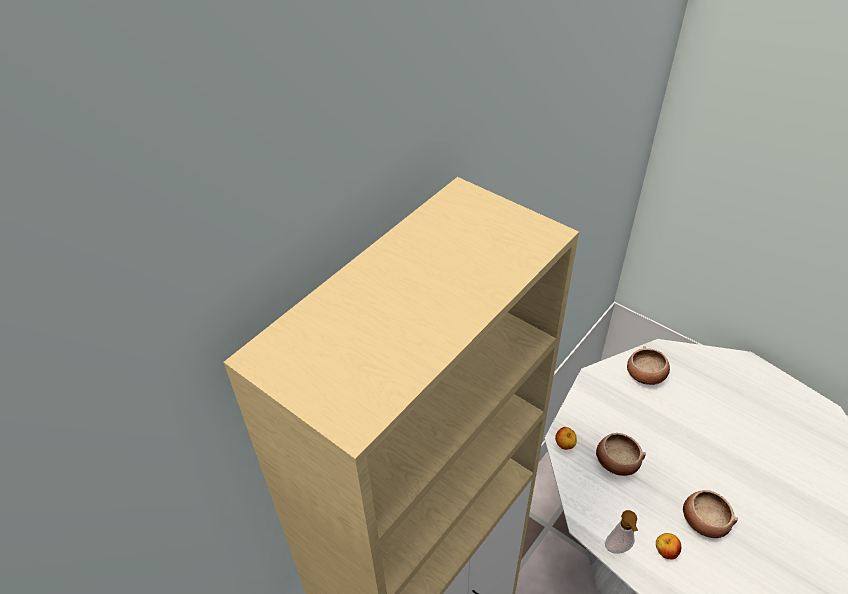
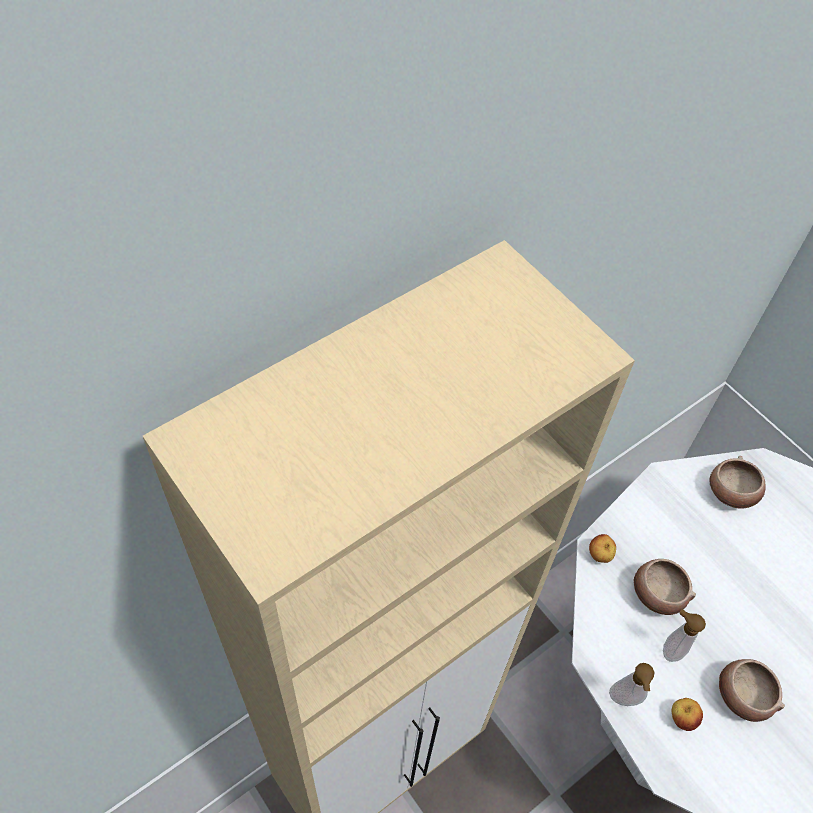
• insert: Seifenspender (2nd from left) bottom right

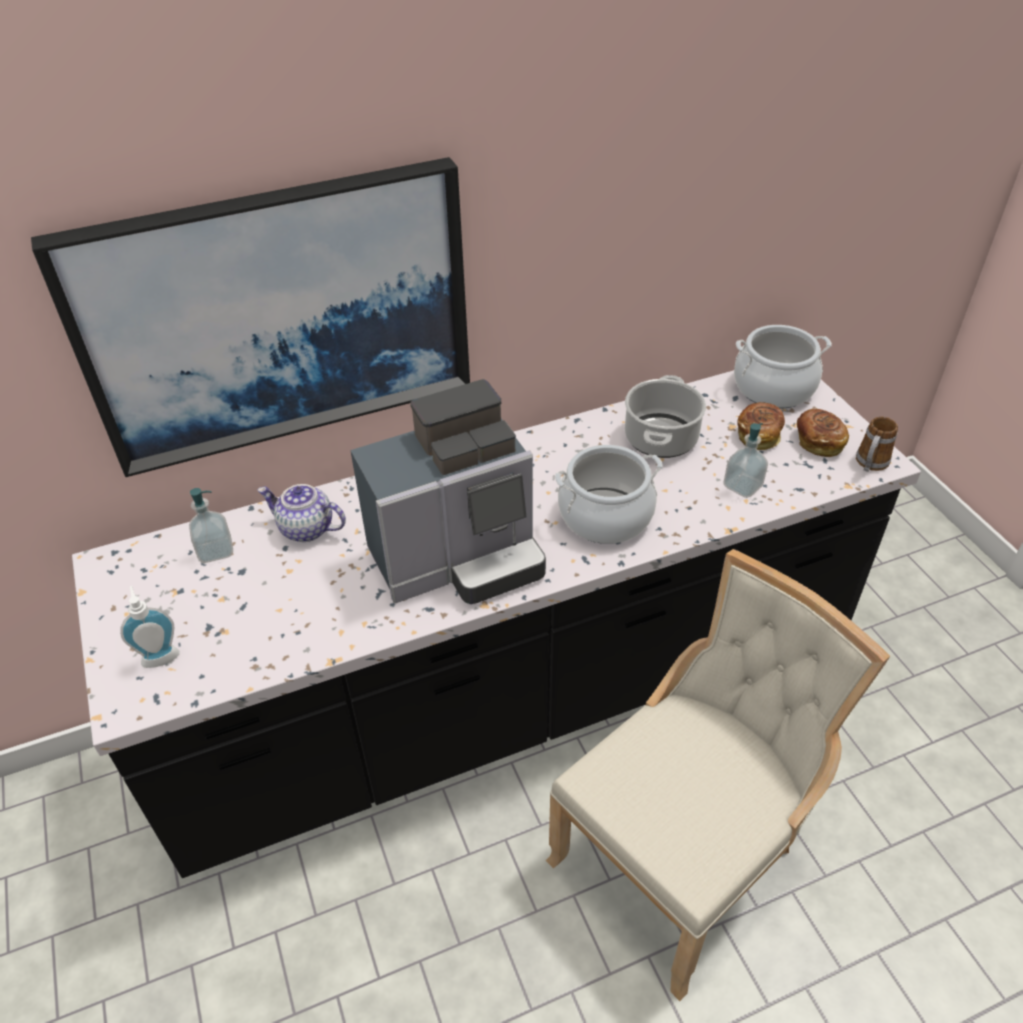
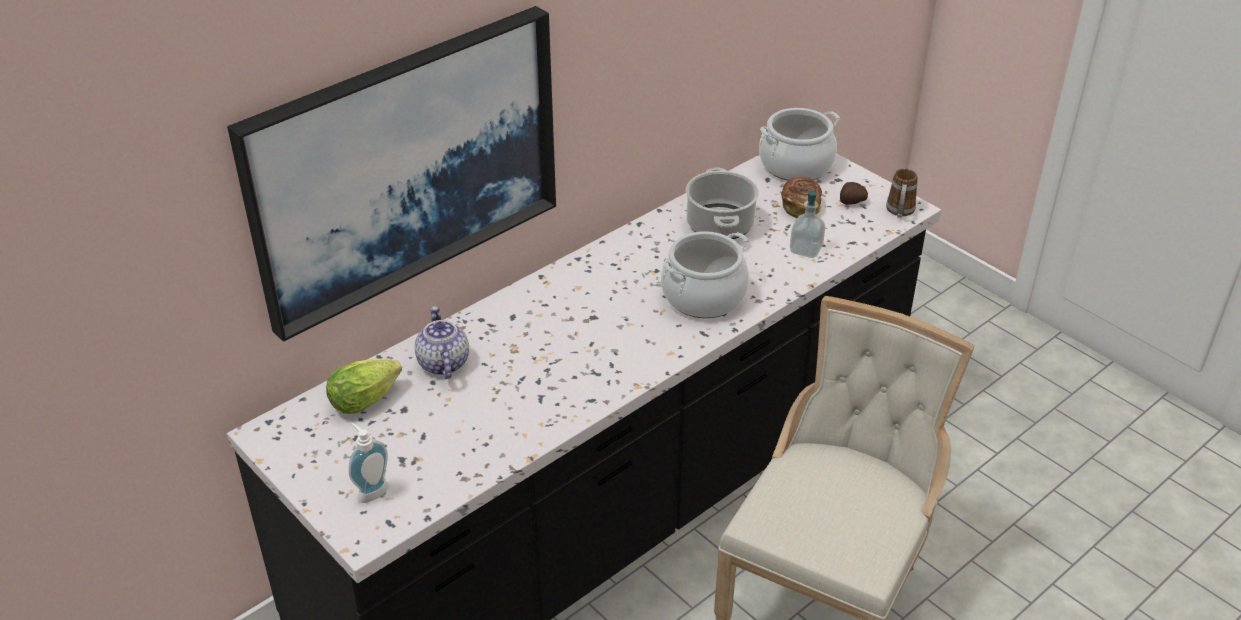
• delete: Kaffeemaschine centre
• replace: Seifenspender (2nd from left) middle left to Salatkopf middle left
• replace: Brot (2nd from left) middle right to Kartoffel top right
• rotate: Teekanne middle left = centre 75 degrees clockwise

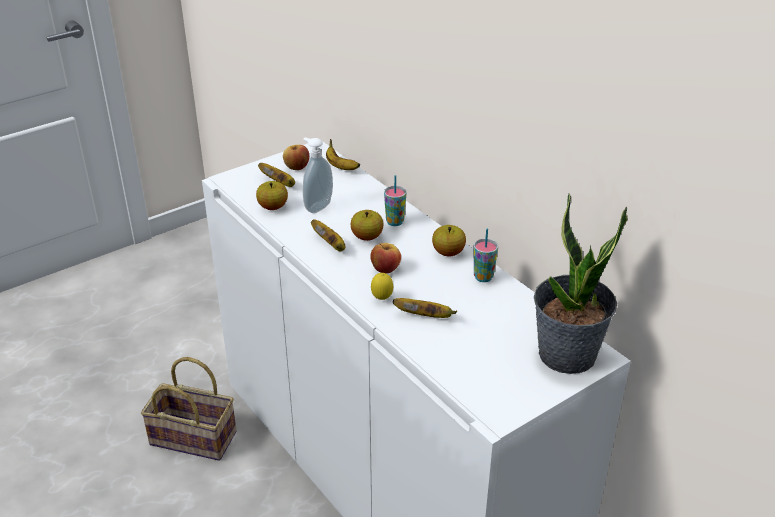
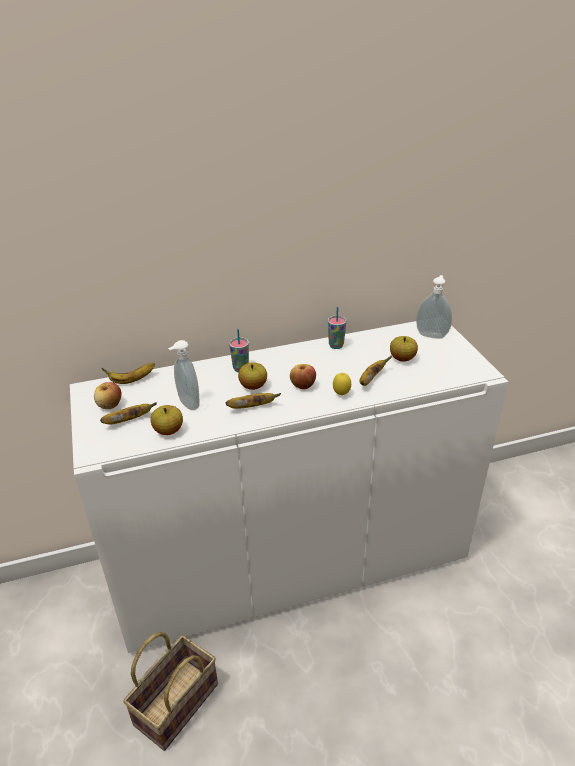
• move: Apfel (5th from left) centre to middle right
• replace: Topfpflanze middle right to Seifenspender (2nd from left) middle right

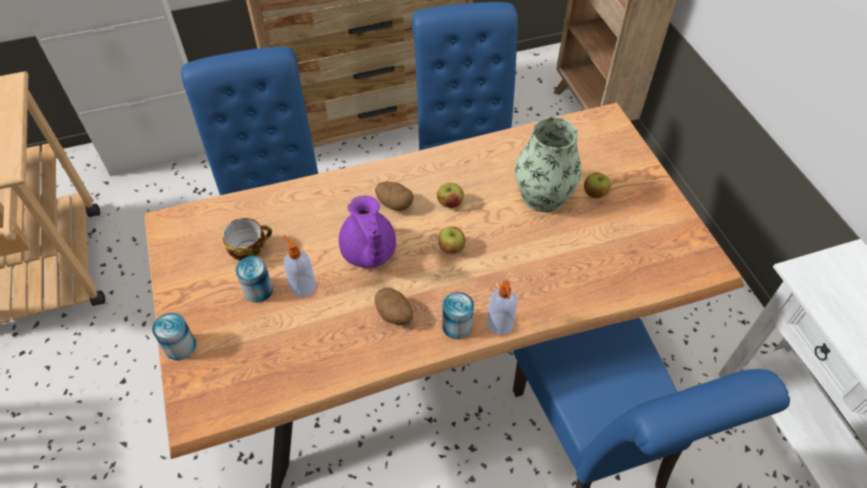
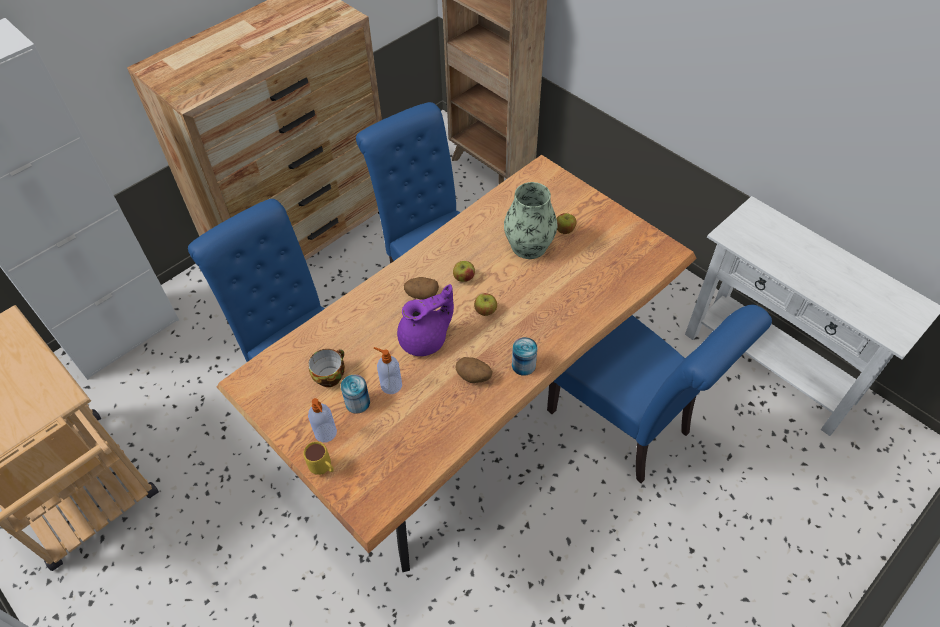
• move: Seifenspender (2nd from left in the first image) centre to Seifenspender (1st from left) bottom centre
• replace: Dose (1st from left) bottom left to Henkelbecher (gelb) bottom centre
• rotate: Teekanne (lila) centre = centre 75 degrees counterclockwise

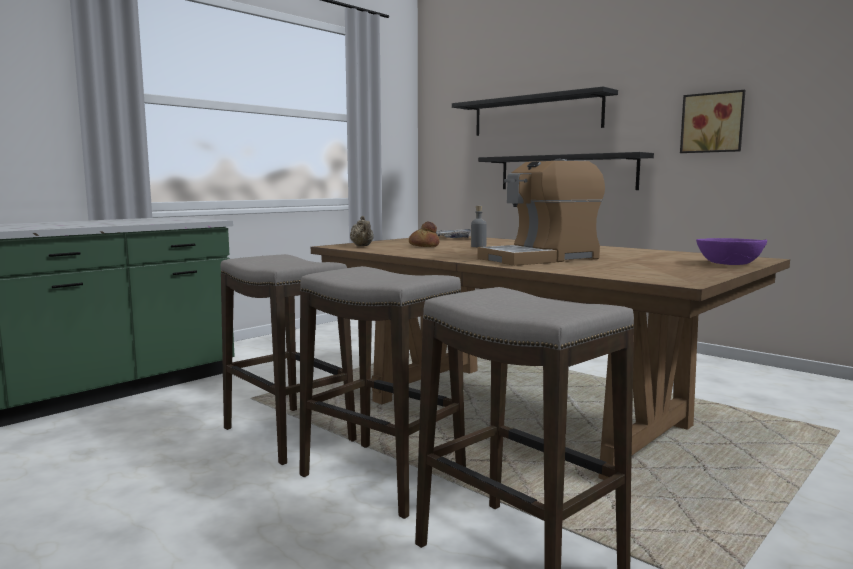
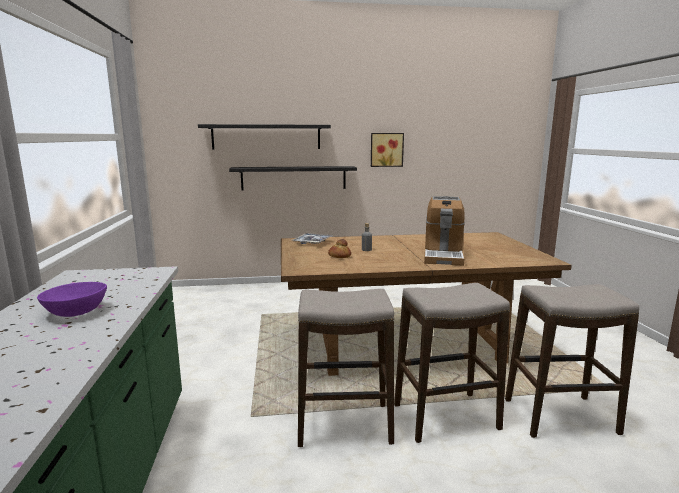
• delete: Teekanne (beige) centre
• move: Schüssel (lila) middle right to middle left

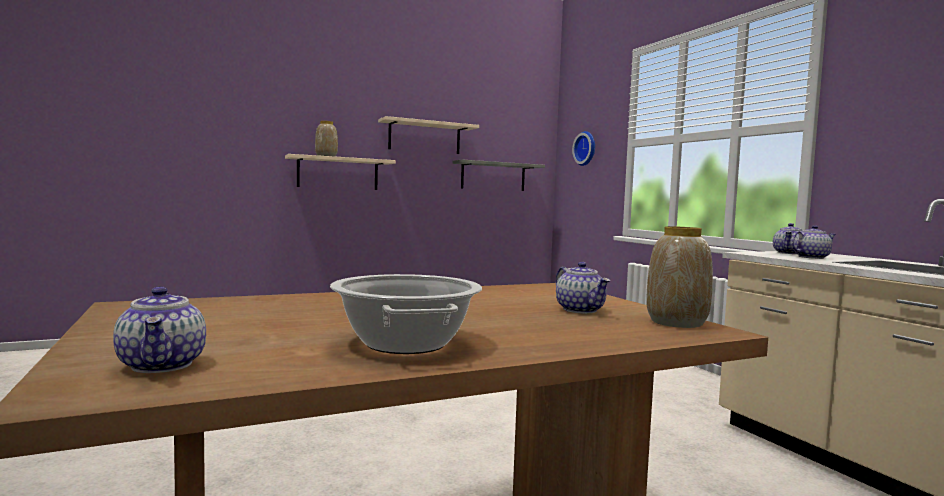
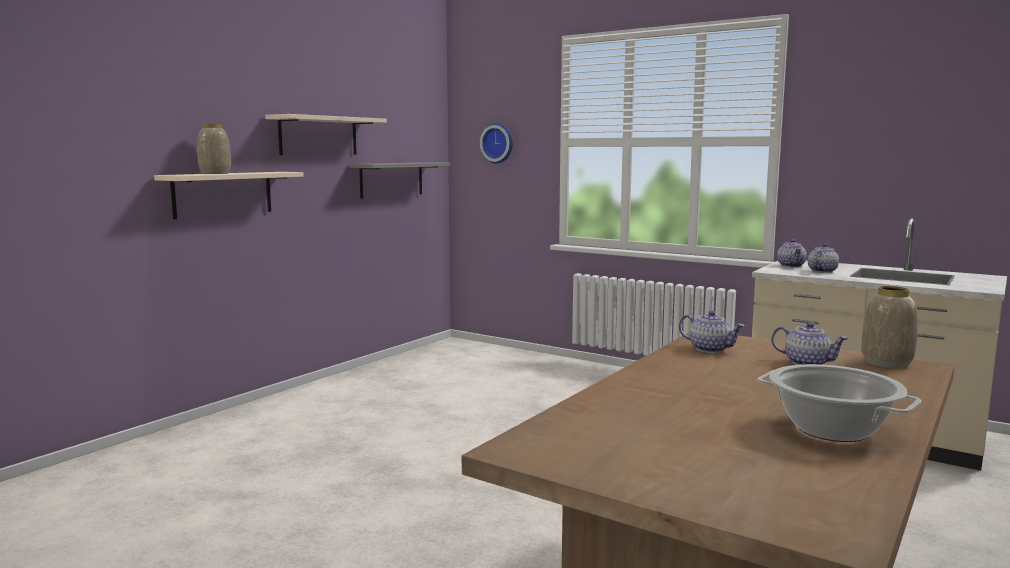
• move: Teekanne (1st from left) middle left to middle right

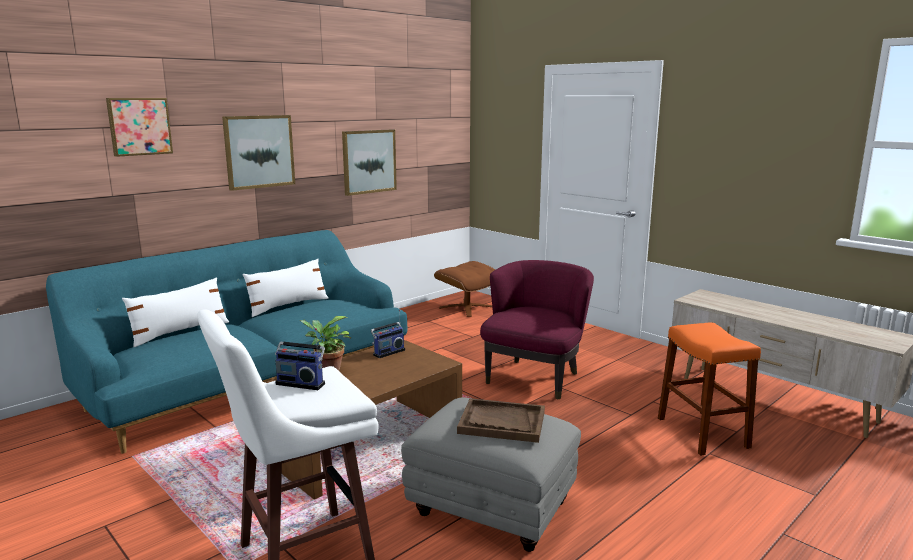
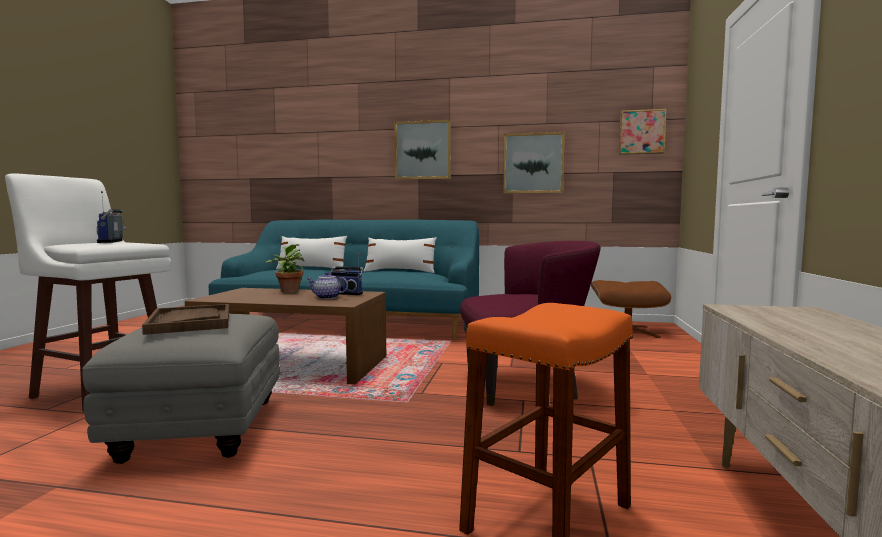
• insert: Teekanne centre
• move: Bild (1st from left in the first image) top left to Bild (3rd from left) top right

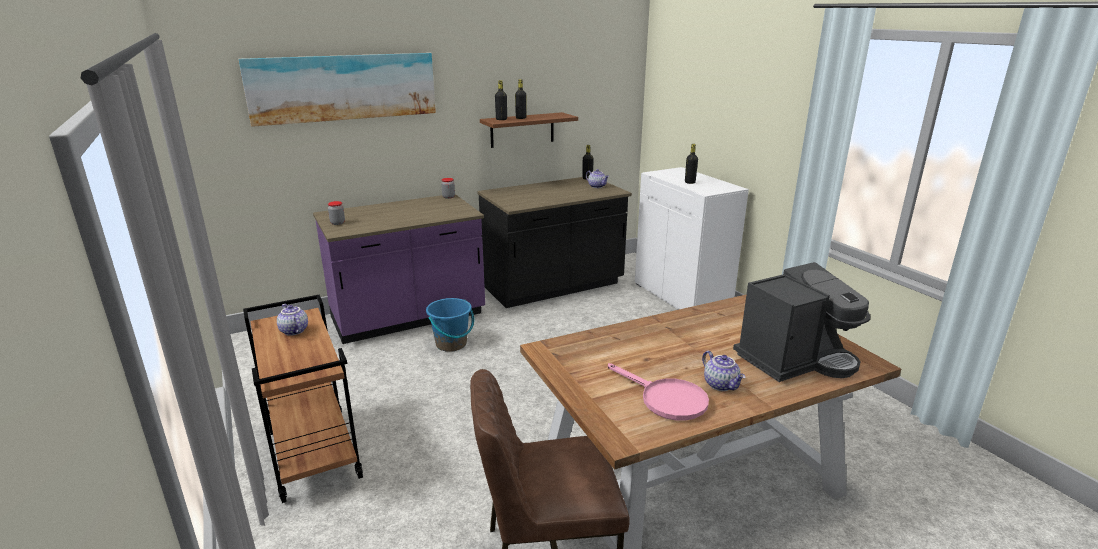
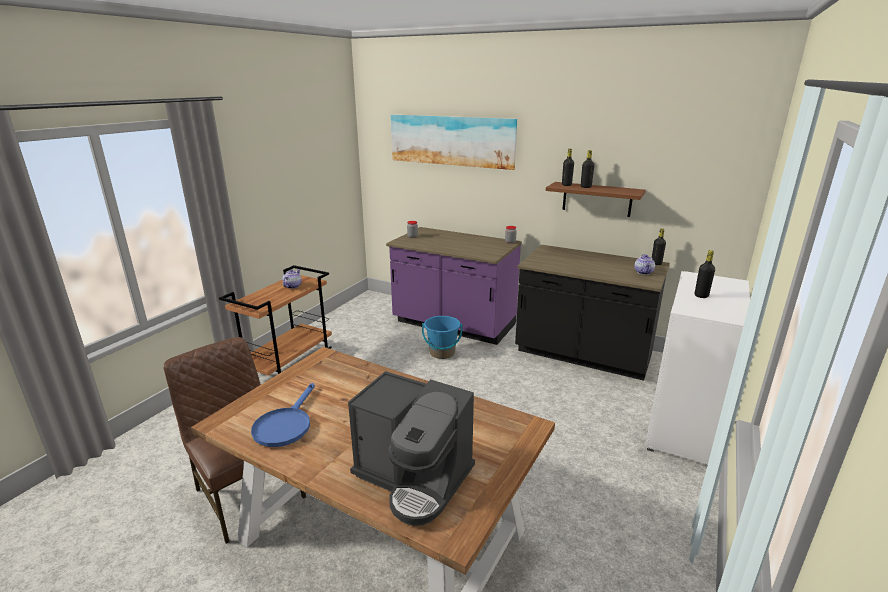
• delete: Teekanne (3rd from left) bottom centre
• recolor: Pfanne (rosa) bottom centre to Pfanne (blau) bottom left

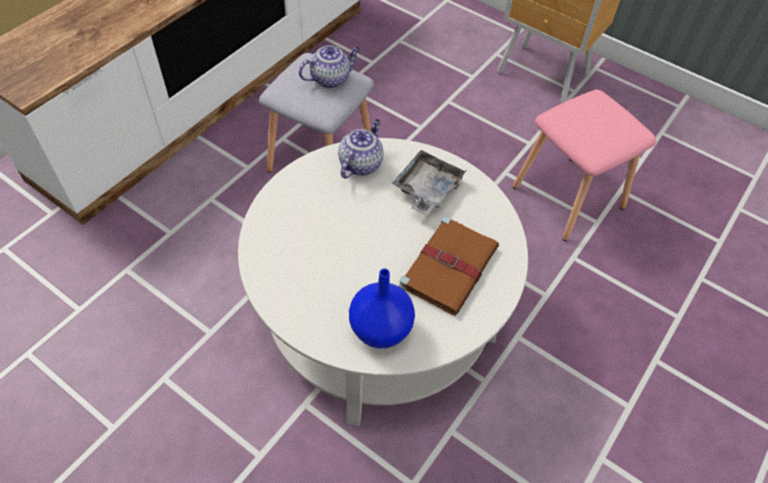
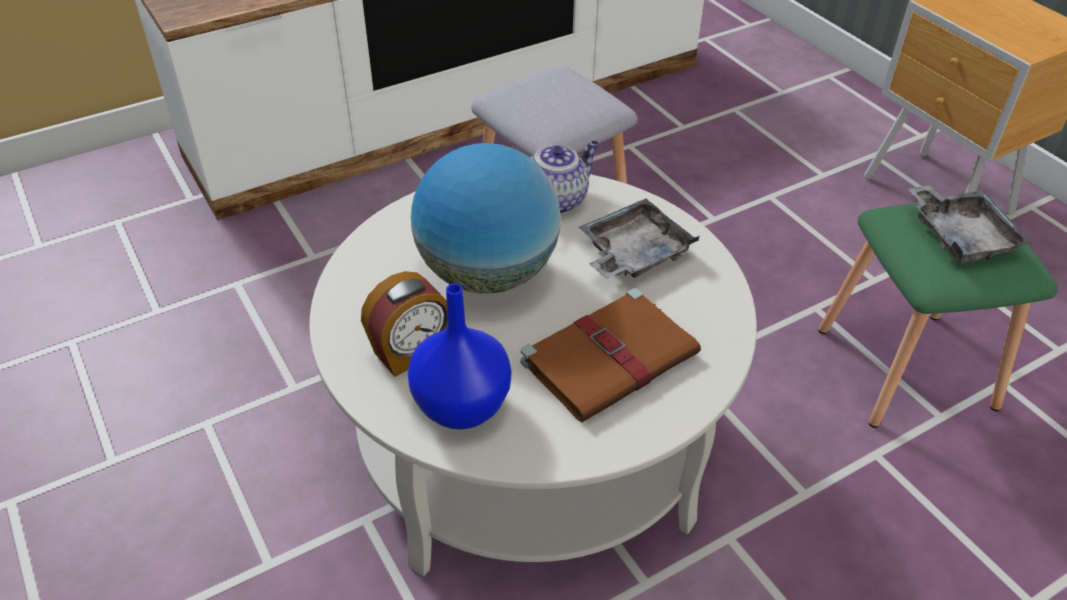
• delete: Teekanne (1st from left) top centre
• insert: Wecker centre
• insert: Globus centre
• insert: Tablett (grau) (2nd from left) middle right
• recolor: Hocker (rosa) middle right to Hocker (grün) middle right

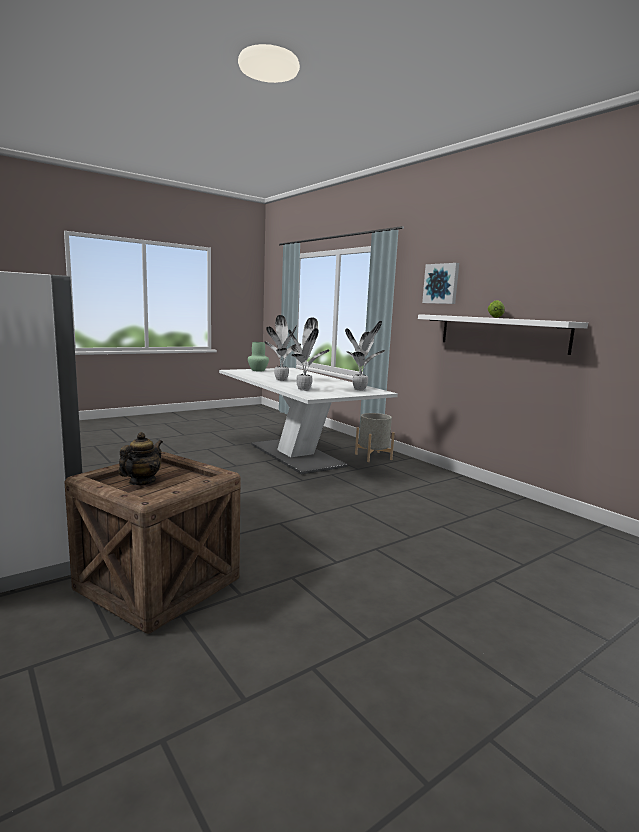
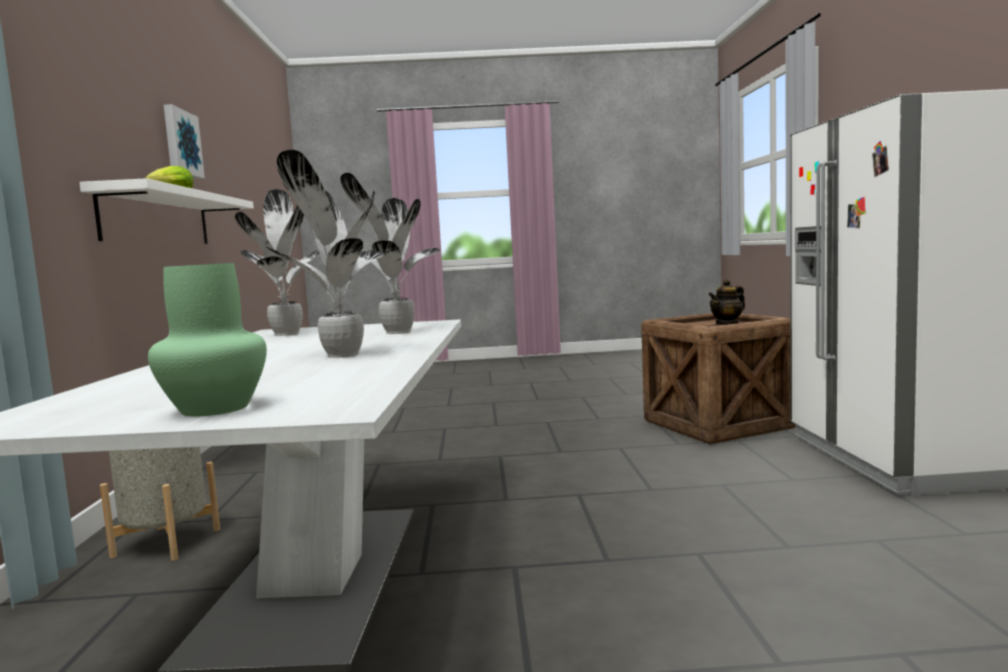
• move: Bild middle right to top left

